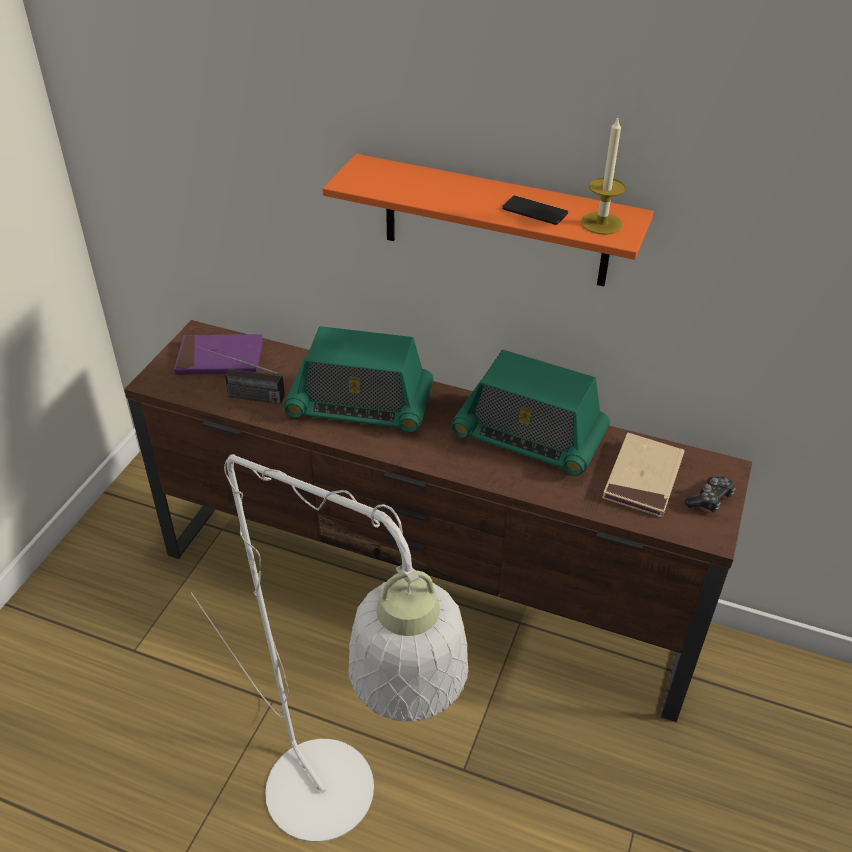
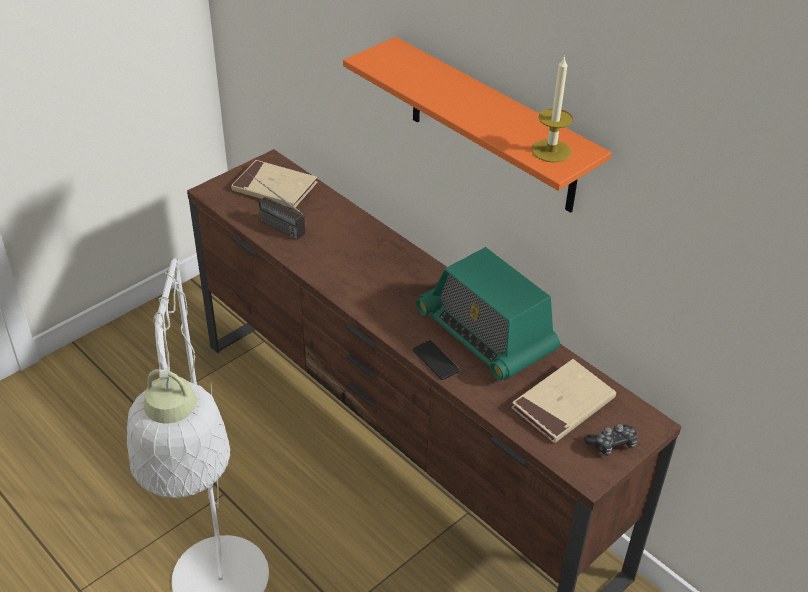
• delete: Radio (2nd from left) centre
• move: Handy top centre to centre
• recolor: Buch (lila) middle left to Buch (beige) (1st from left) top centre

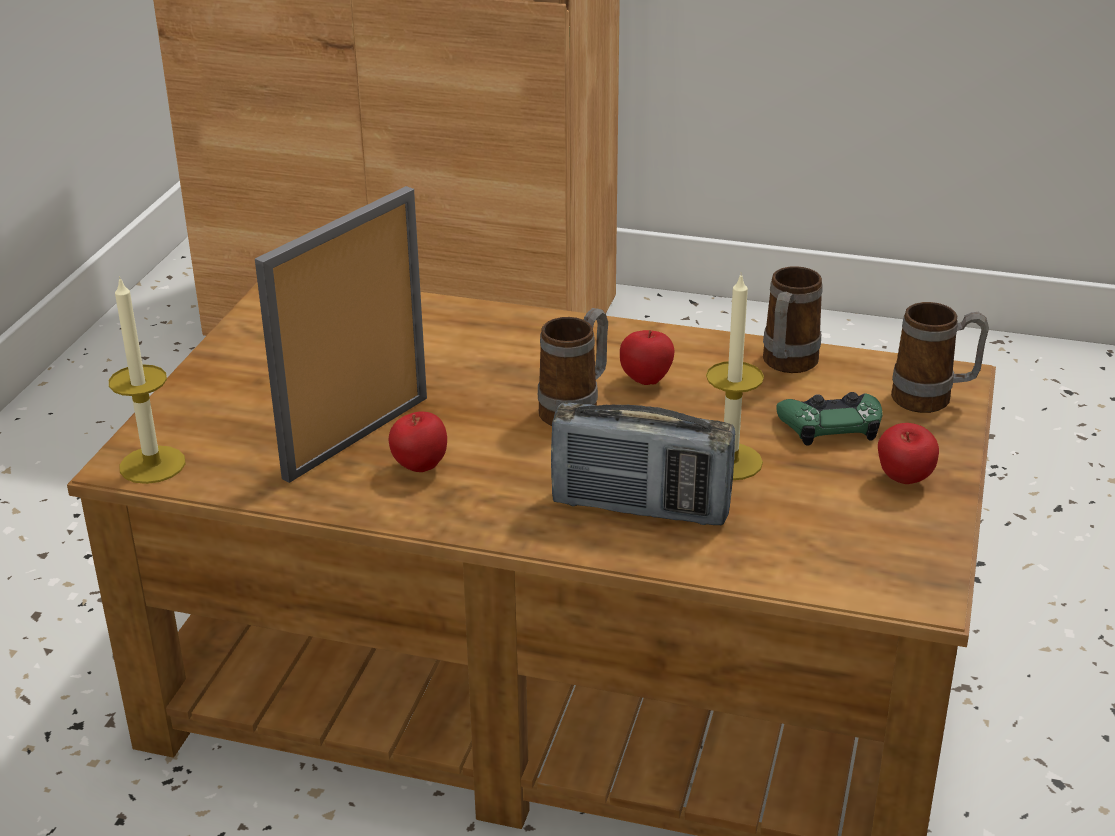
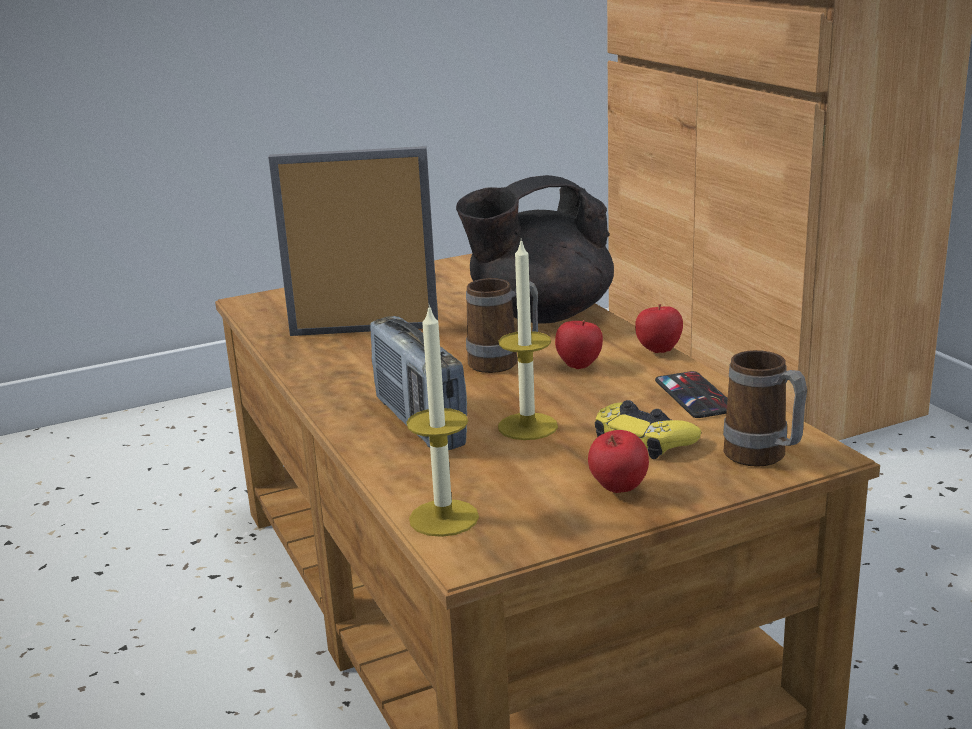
• insert: Teekanne (schwarz) centre
• move: Kerze (1st from left) middle left to centre
• move: Apfel (1st from left in the first image) centre to Apfel (3rd from left) middle right
• replace: Henkelbecher (2nd from left) middle right to Handy middle right
• recolor: Gamepad (grün) middle right to Gamepad (gelb) middle right

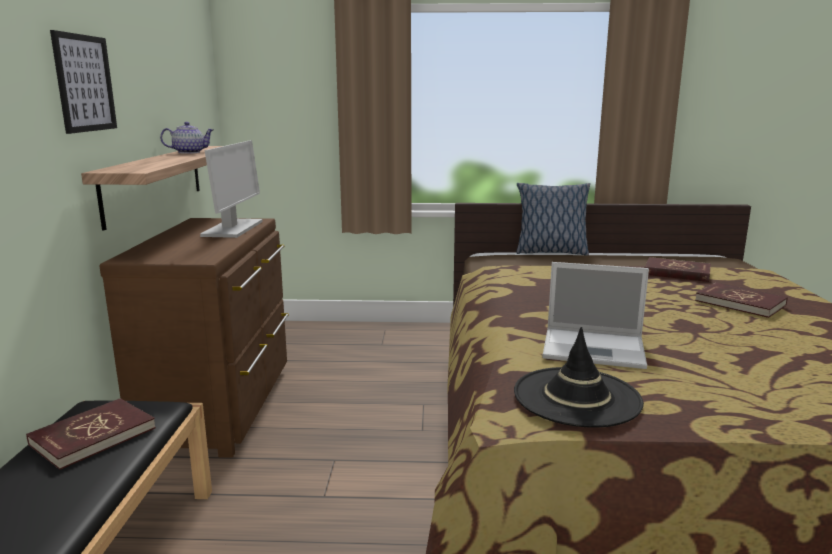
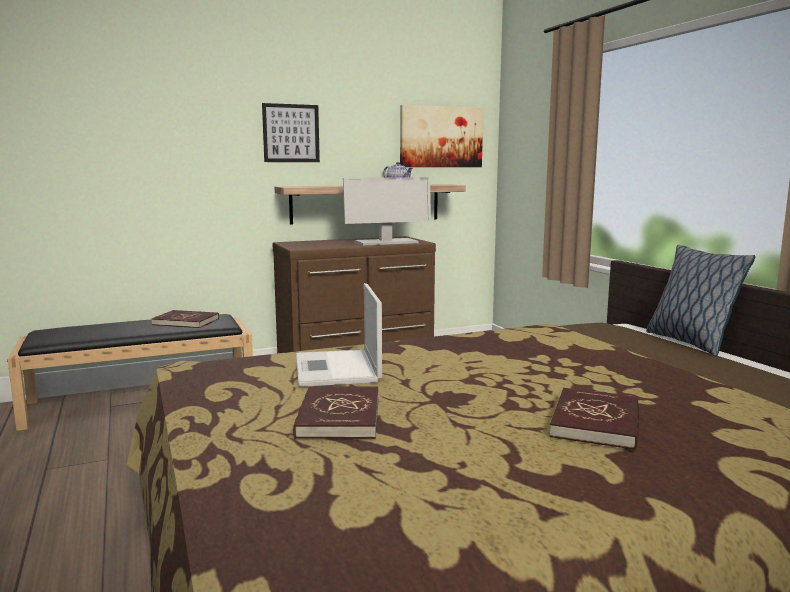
• delete: Hut (schwarz) bottom right
• insert: Bild (2nd from left) top centre
• move: Buch (rot) (2nd from left) middle right to bottom centre

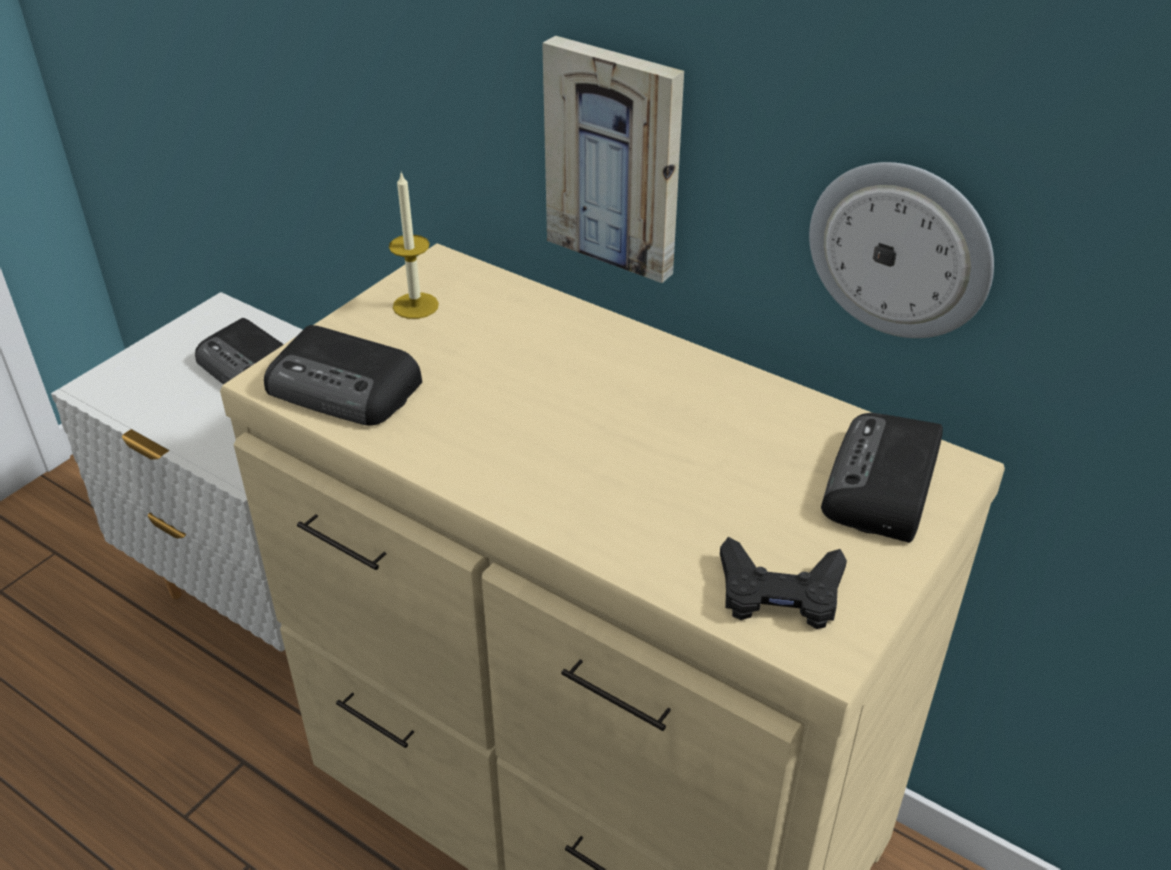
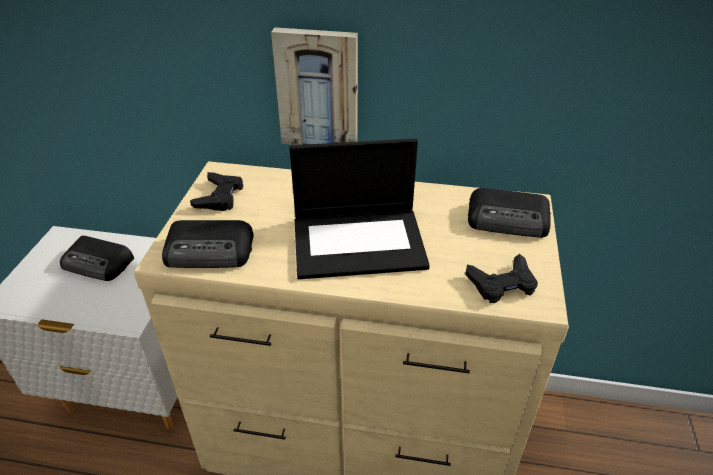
• delete: Wanduhr top right
• insert: Laptop centre
• replace: Kerze top centre to Gamepad (schwarz) (1st from left) middle left
• rotate: Radio (3rd from left) middle right = middle right 75 degrees counterclockwise

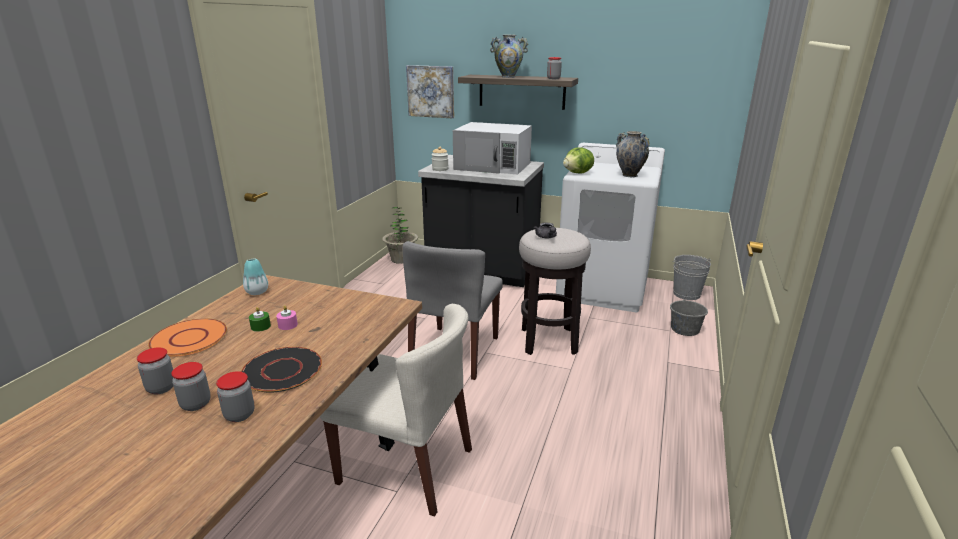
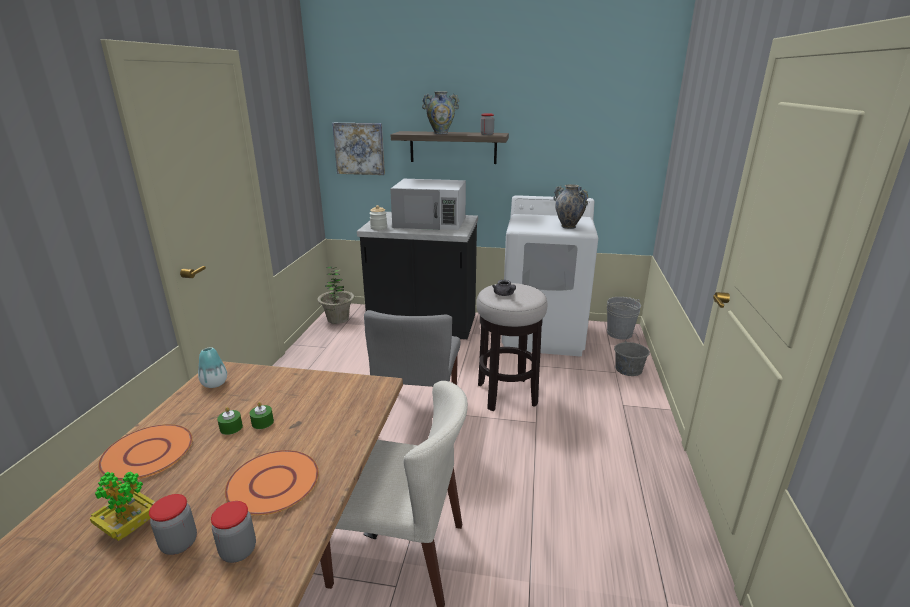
• delete: Salatkopf top centre
• replace: Vorratsglas (1st from left) bottom left to Topfpflanze (1st from left) bottom left
• recolor: Teller (schwarz) bottom left to Teller (orange) (2nd from left) bottom left
• recolor: Kerze (rosa) middle left to Kerze (grün) (2nd from left) bottom left

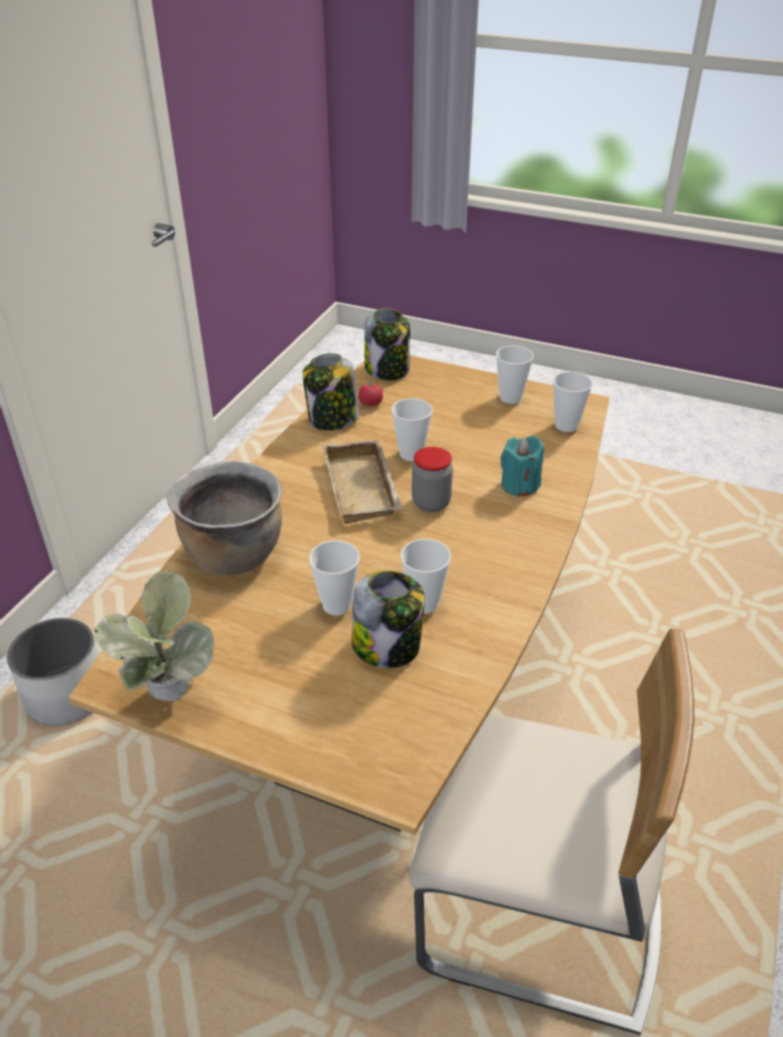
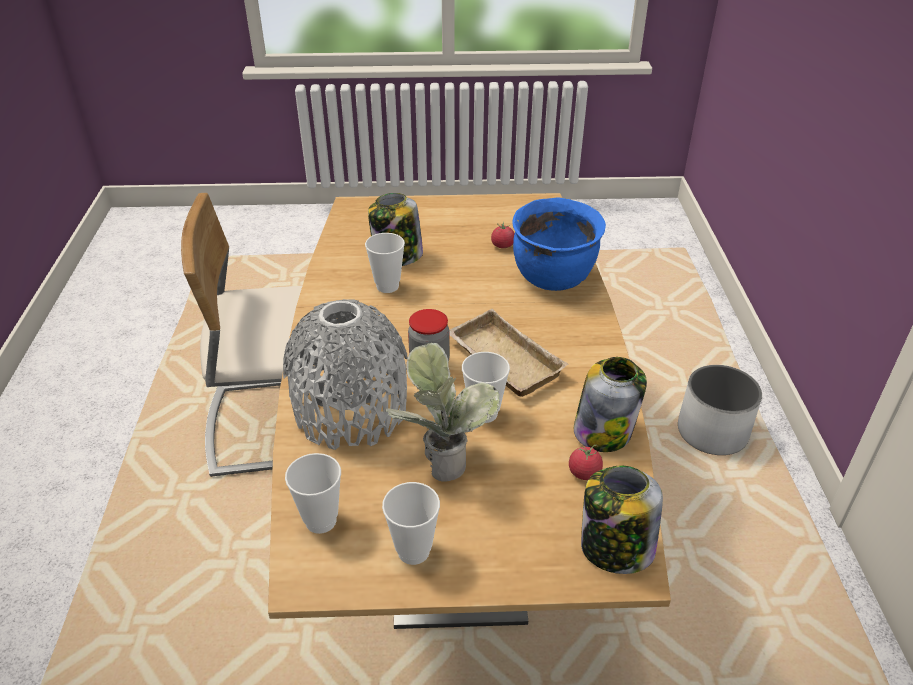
• delete: Tasse (1st from left) centre
• insert: Tomate (1st from left) centre
• move: Topfpflanze middle left to centre
• replace: Kerze (türkis) middle right to Vase (grau) centre
• recolor: Kochtopf (braun) middle left to Kochtopf (blau) centre

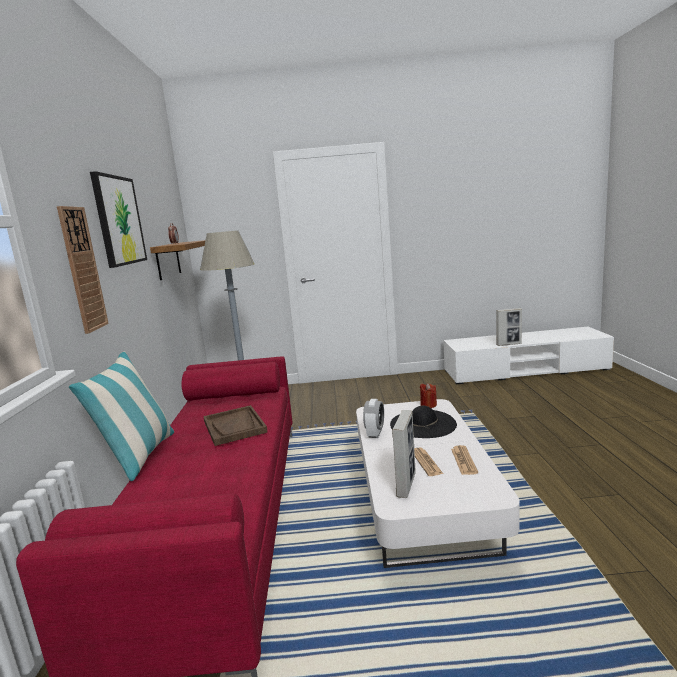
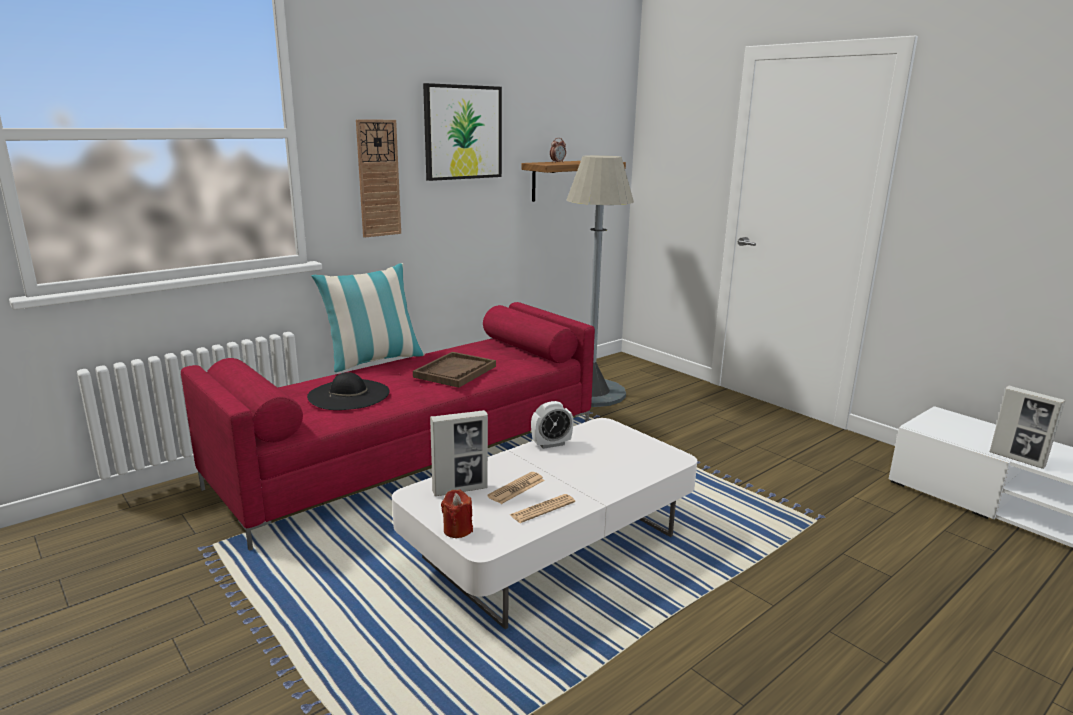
• move: Hut (schwarz) centre to middle left
• move: Kerze (rot) centre to bottom centre

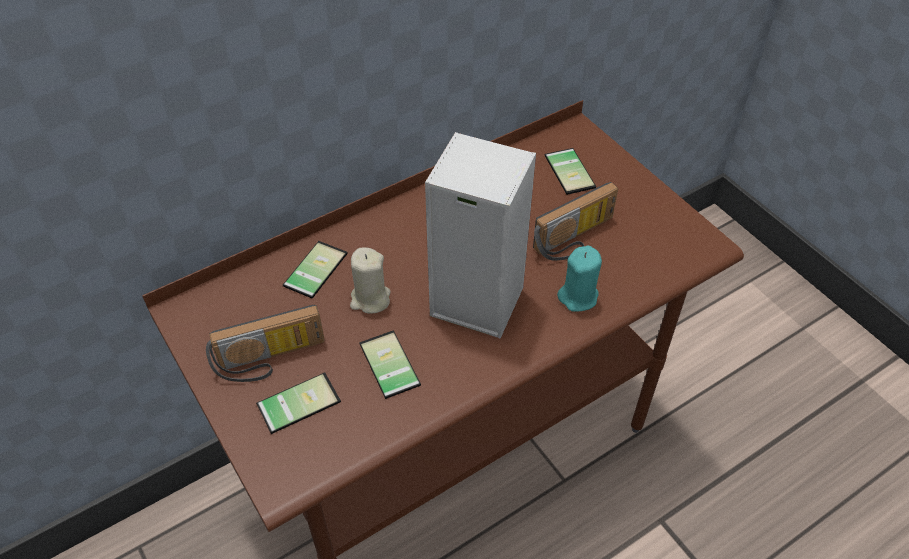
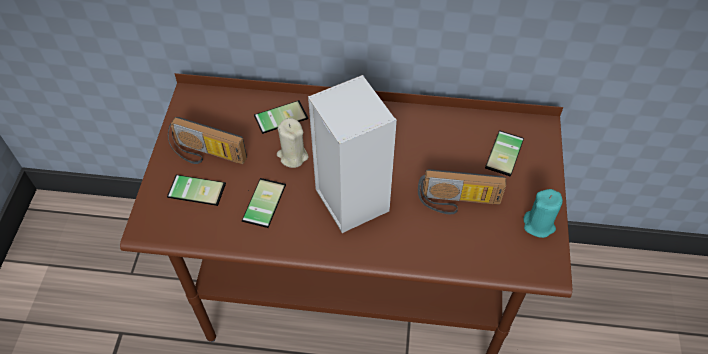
• move: Kerze (türkis) centre to middle right

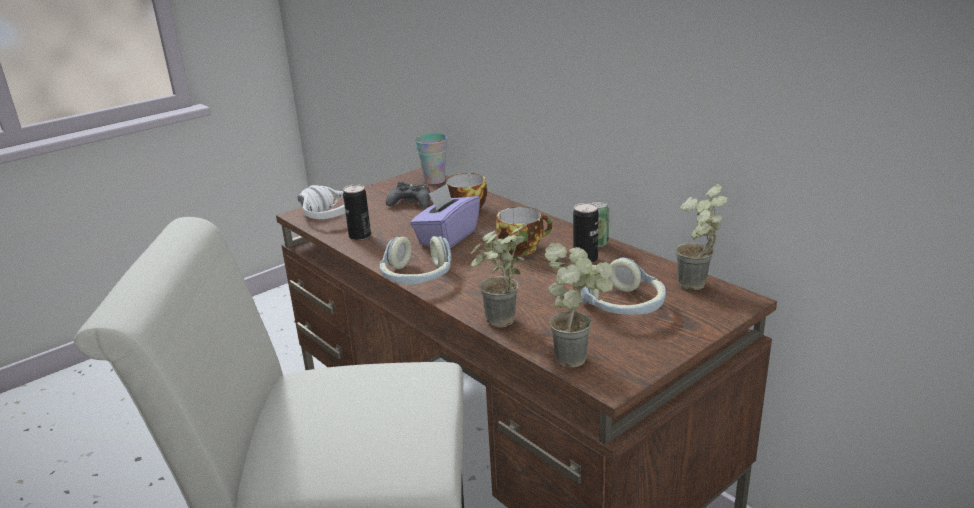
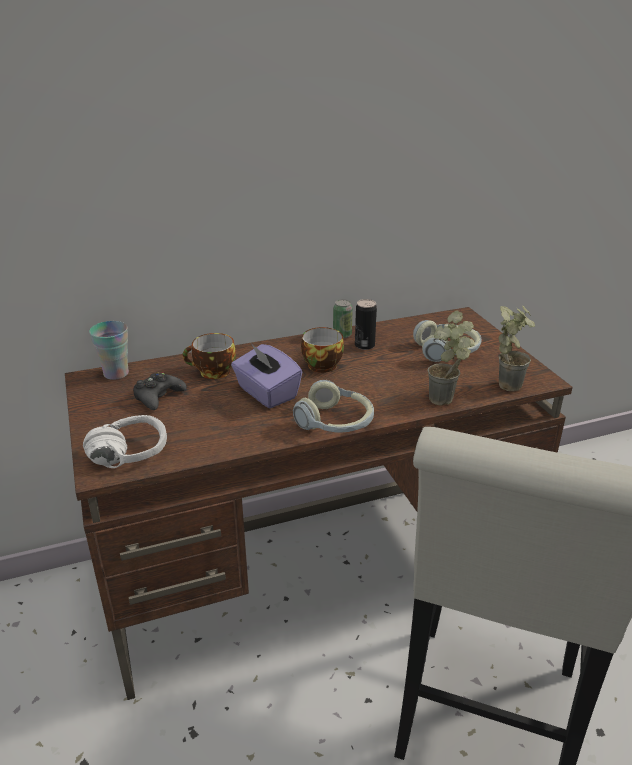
• delete: Dose (1st from left) centre
• delete: Topfpflanze (3rd from left) middle right

